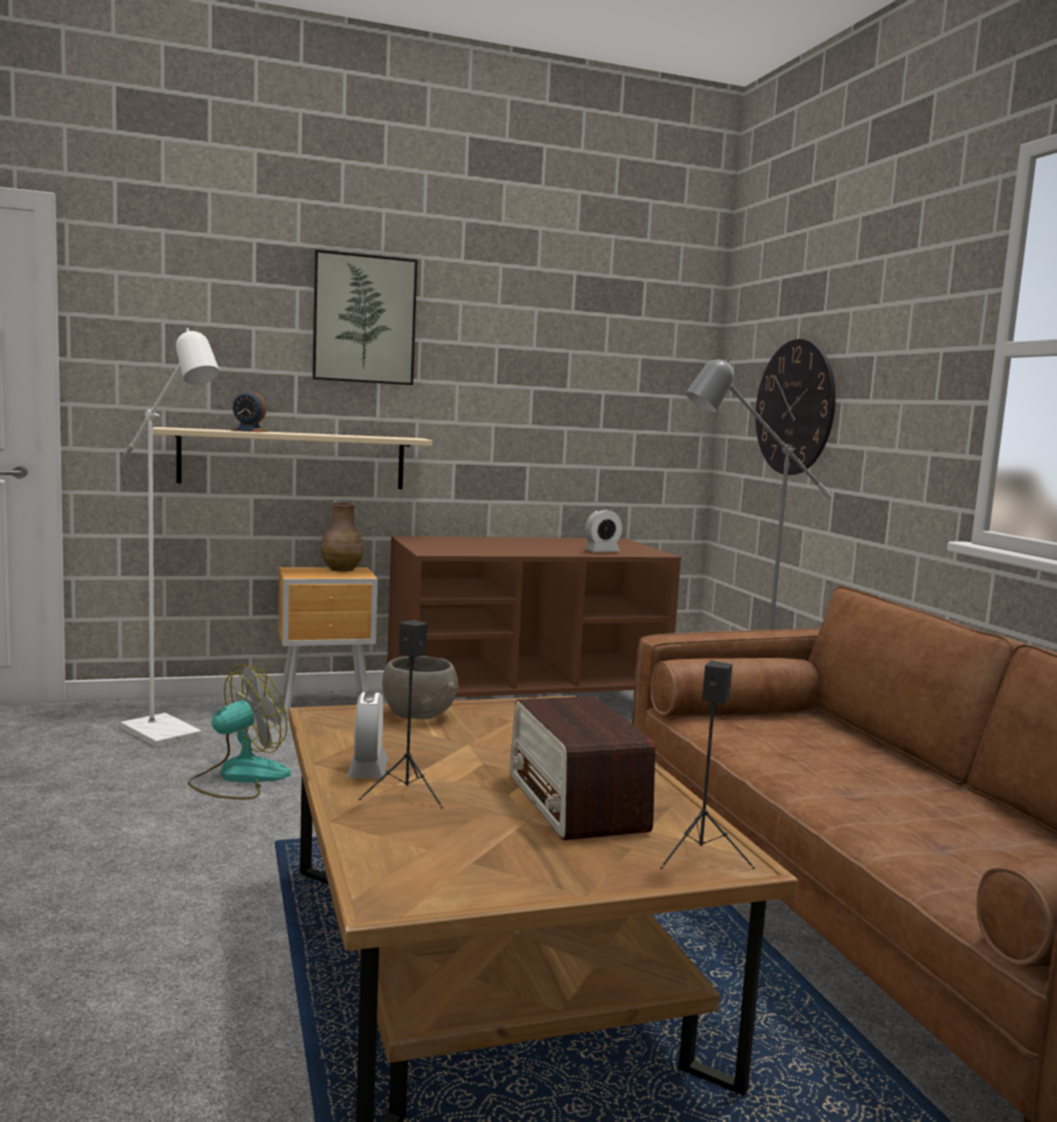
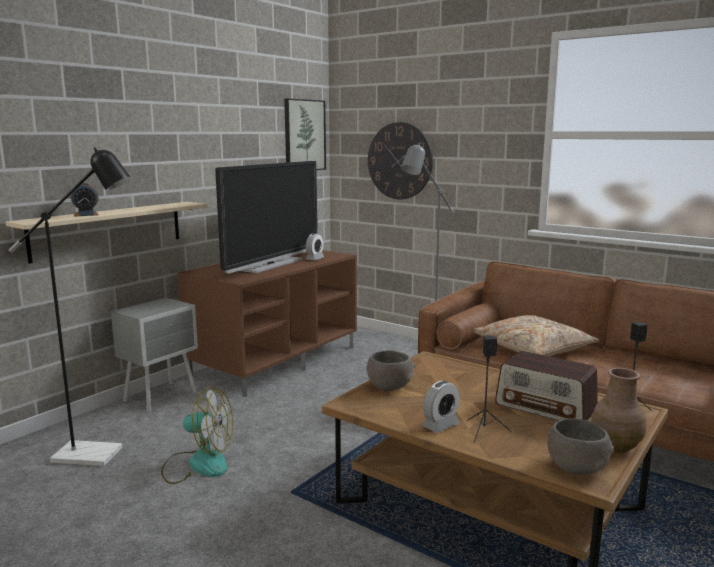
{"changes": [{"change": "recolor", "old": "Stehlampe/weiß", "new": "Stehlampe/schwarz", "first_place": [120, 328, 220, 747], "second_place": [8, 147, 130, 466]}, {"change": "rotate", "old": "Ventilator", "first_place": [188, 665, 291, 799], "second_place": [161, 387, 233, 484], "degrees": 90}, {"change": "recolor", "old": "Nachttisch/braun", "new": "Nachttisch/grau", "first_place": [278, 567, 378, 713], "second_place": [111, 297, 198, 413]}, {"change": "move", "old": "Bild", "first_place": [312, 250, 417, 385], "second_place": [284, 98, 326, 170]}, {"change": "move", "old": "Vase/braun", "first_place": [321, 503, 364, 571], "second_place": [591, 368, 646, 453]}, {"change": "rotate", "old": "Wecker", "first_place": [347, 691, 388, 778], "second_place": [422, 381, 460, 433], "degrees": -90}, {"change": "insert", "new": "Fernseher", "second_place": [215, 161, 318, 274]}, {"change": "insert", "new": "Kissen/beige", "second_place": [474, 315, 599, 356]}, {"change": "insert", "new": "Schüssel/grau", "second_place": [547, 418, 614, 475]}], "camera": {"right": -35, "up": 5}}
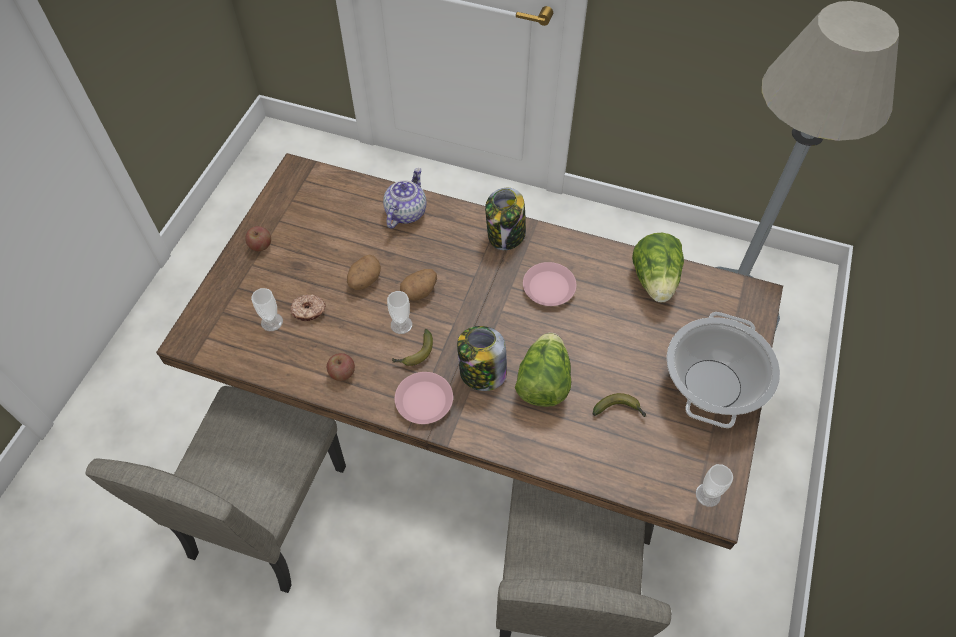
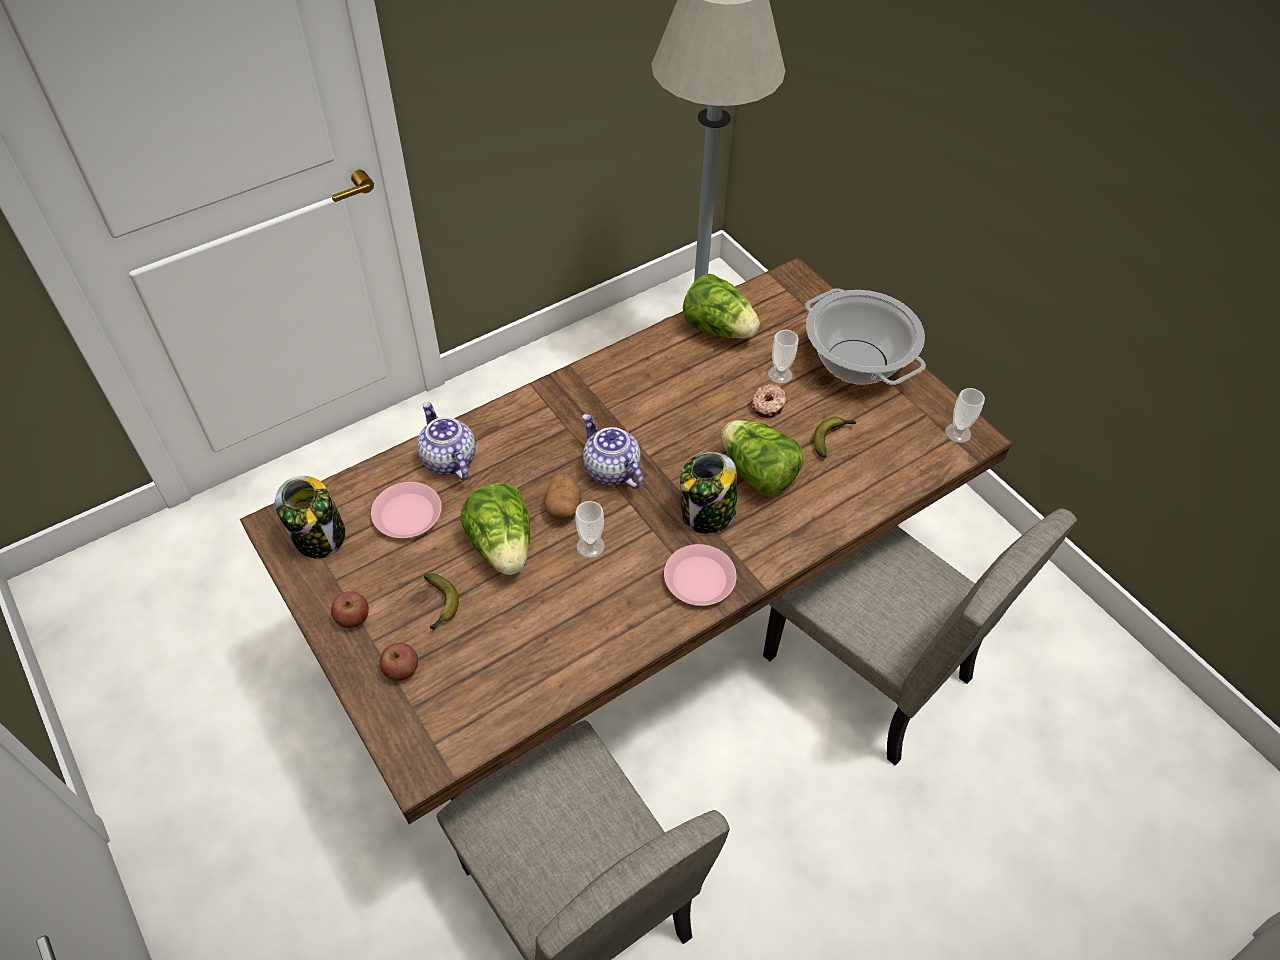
{"changes": [{"change": "move", "old": "Tasse", "first_place": [251, 288, 283, 331], "second_place": [768, 330, 799, 384]}, {"change": "move", "old": "Donut", "first_place": [290, 294, 326, 322], "second_place": [751, 384, 787, 418]}, {"change": "move", "old": "Apfel", "first_place": [327, 353, 355, 381], "second_place": [380, 643, 418, 681]}, {"change": "replace", "old": "Kartoffel", "new": "Salatkopf", "first_place": [347, 255, 381, 290], "second_place": [461, 483, 530, 575]}, {"change": "move", "old": "Banane", "first_place": [392, 329, 433, 366], "second_place": [424, 574, 459, 630]}, {"change": "move", "old": "Vorratsglas", "first_place": [485, 188, 526, 250], "second_place": [275, 476, 345, 558]}, {"change": "move", "old": "Teller/rosa", "first_place": [523, 262, 576, 306], "second_place": [371, 482, 442, 538]}, {"change": "insert", "new": "Teekanne", "second_place": [582, 414, 643, 489]}], "camera": {"right": -55, "up": -5}}
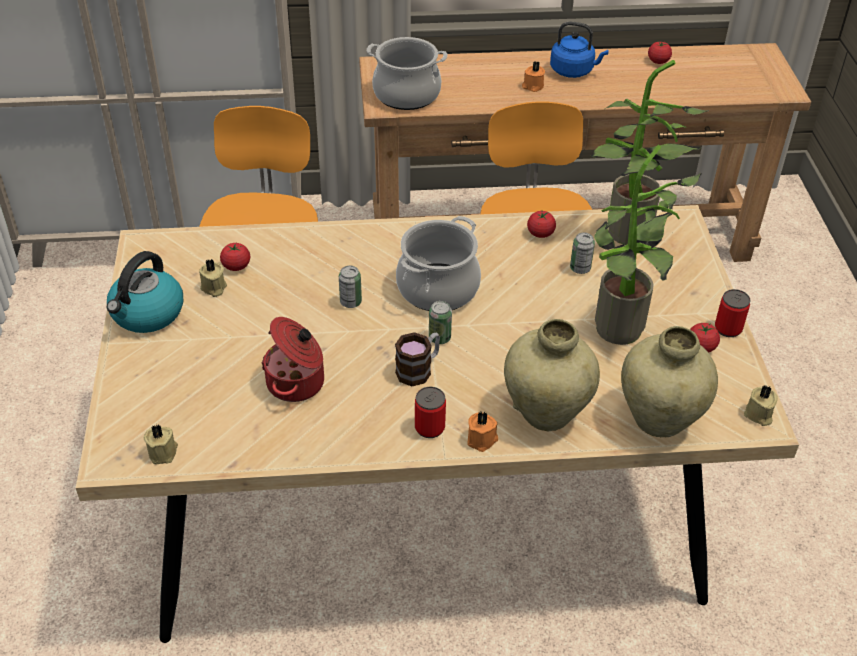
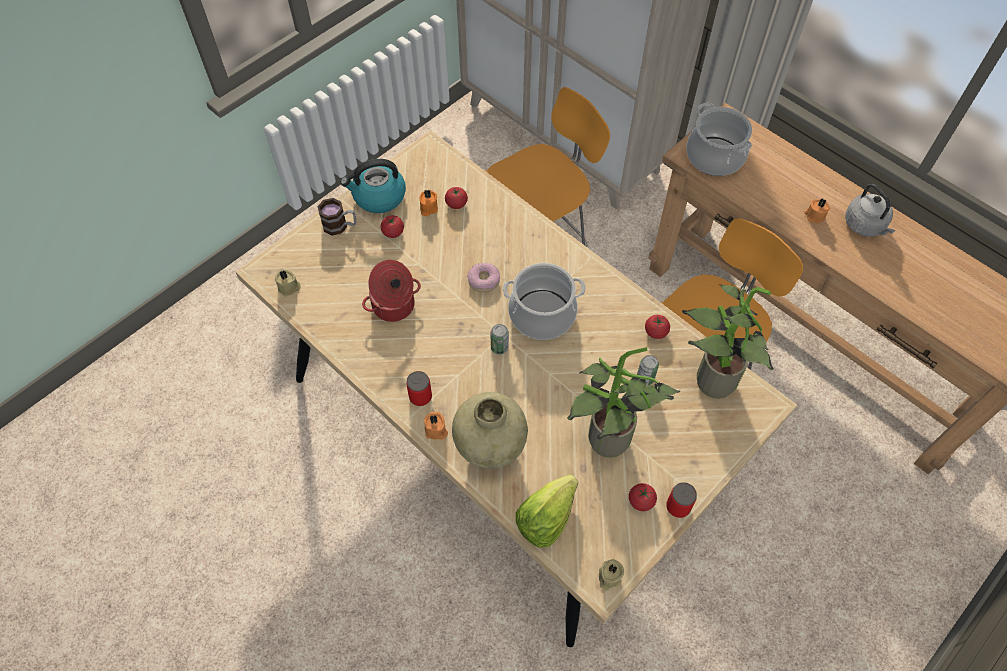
{"changes": [{"change": "recolor", "old": "Kerze/beige", "new": "Kerze/orange", "first_place": [199, 259, 227, 297], "second_place": [419, 190, 438, 216]}, {"change": "replace", "old": "Dose", "new": "Donut", "first_place": [339, 265, 362, 308], "second_place": [467, 263, 500, 292]}, {"change": "move", "old": "Henkelbecher", "first_place": [395, 332, 440, 386], "second_place": [317, 198, 356, 236]}, {"change": "recolor", "old": "Wasserkessel/blau", "new": "Wasserkessel/grau", "first_place": [550, 22, 609, 78], "second_place": [845, 184, 895, 237]}, {"change": "replace", "old": "Vase/beige", "new": "Salatkopf", "first_place": [621, 326, 718, 437], "second_place": [516, 474, 578, 548]}, {"change": "move", "old": "Tomate", "first_place": [648, 41, 672, 64], "second_place": [381, 215, 404, 238]}], "camera": {"right": 50, "up": 15}}
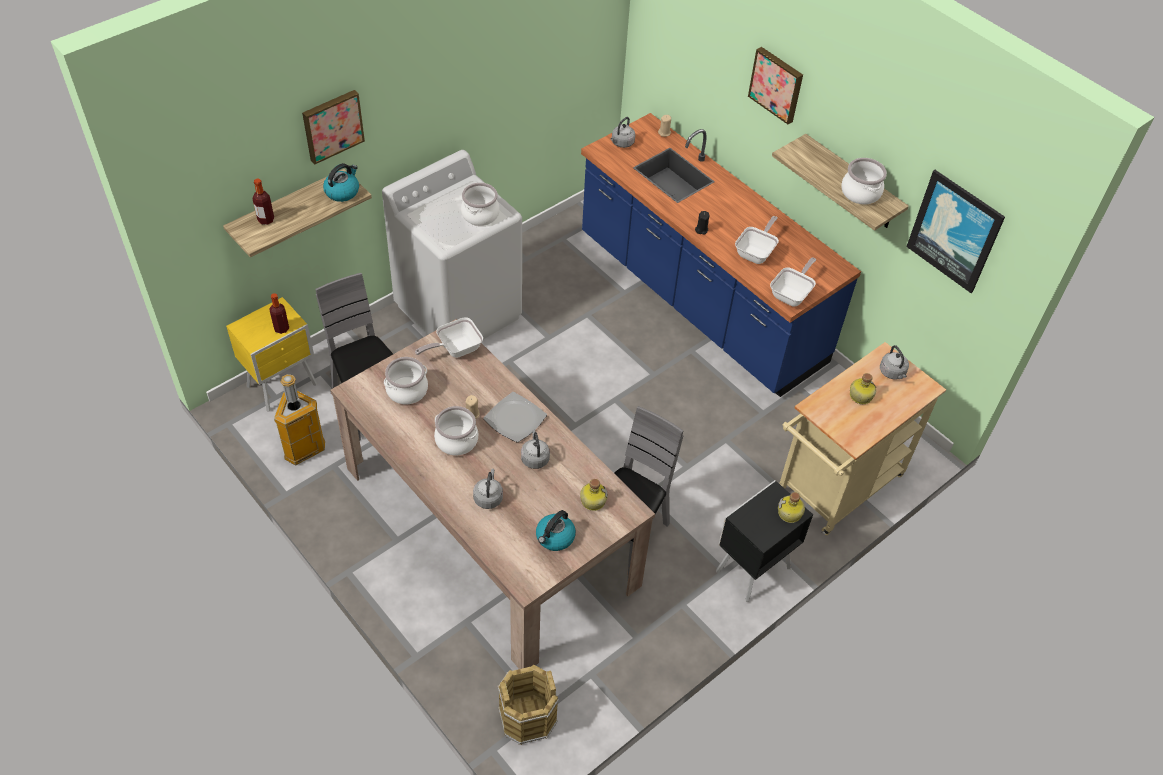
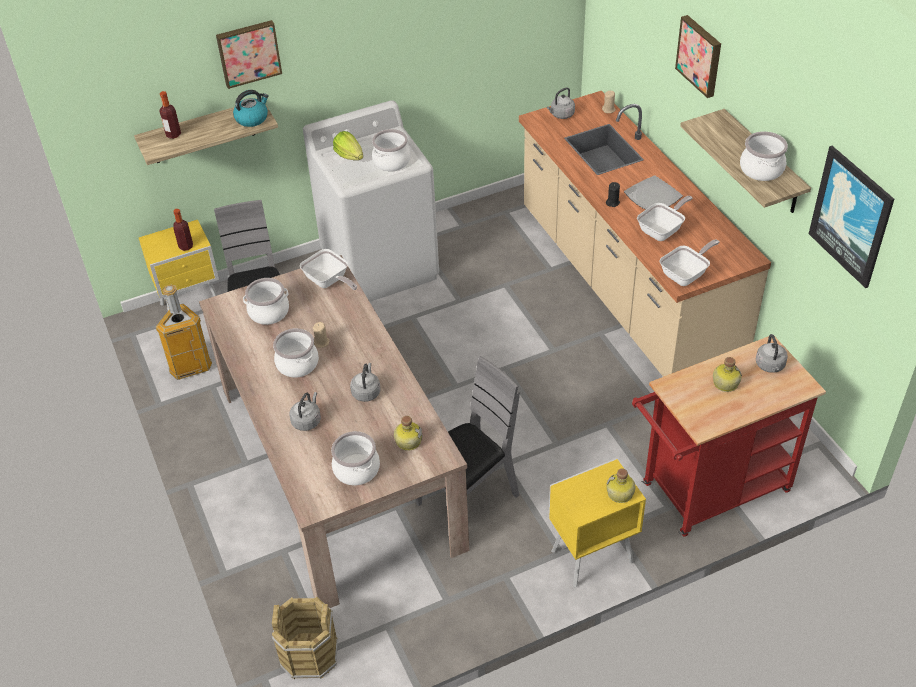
{"changes": [{"change": "rotate", "old": "Pfanne", "first_place": [415, 317, 483, 358], "second_place": [300, 249, 357, 290], "degrees": -120}, {"change": "move", "old": "Teller", "first_place": [484, 392, 547, 442], "second_place": [624, 176, 683, 210]}, {"change": "replace", "old": "Wasserkessel", "new": "Kochtopf", "first_place": [536, 510, 576, 551], "second_place": [331, 431, 380, 485]}, {"change": "recolor", "old": "Küchenzeile/blau", "new": "Küchenzeile/beige", "first_place": [581, 113, 861, 397], "second_place": [519, 91, 771, 377]}, {"change": "recolor", "old": "Nachttisch/schwarz", "new": "Nachttisch/gelb", "first_place": [716, 480, 813, 602], "second_place": [549, 458, 646, 588]}, {"change": "recolor", "old": "Rollwagen/beige", "new": "Rollwagen/rot", "first_place": [779, 342, 946, 535], "second_place": [632, 336, 826, 537]}, {"change": "insert", "new": "Salatkopf", "second_place": [333, 131, 363, 160]}], "camera": {"right": 20, "up": -5}}
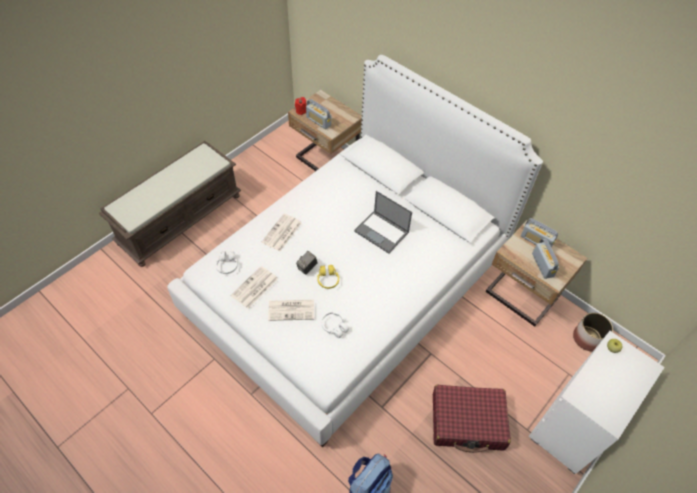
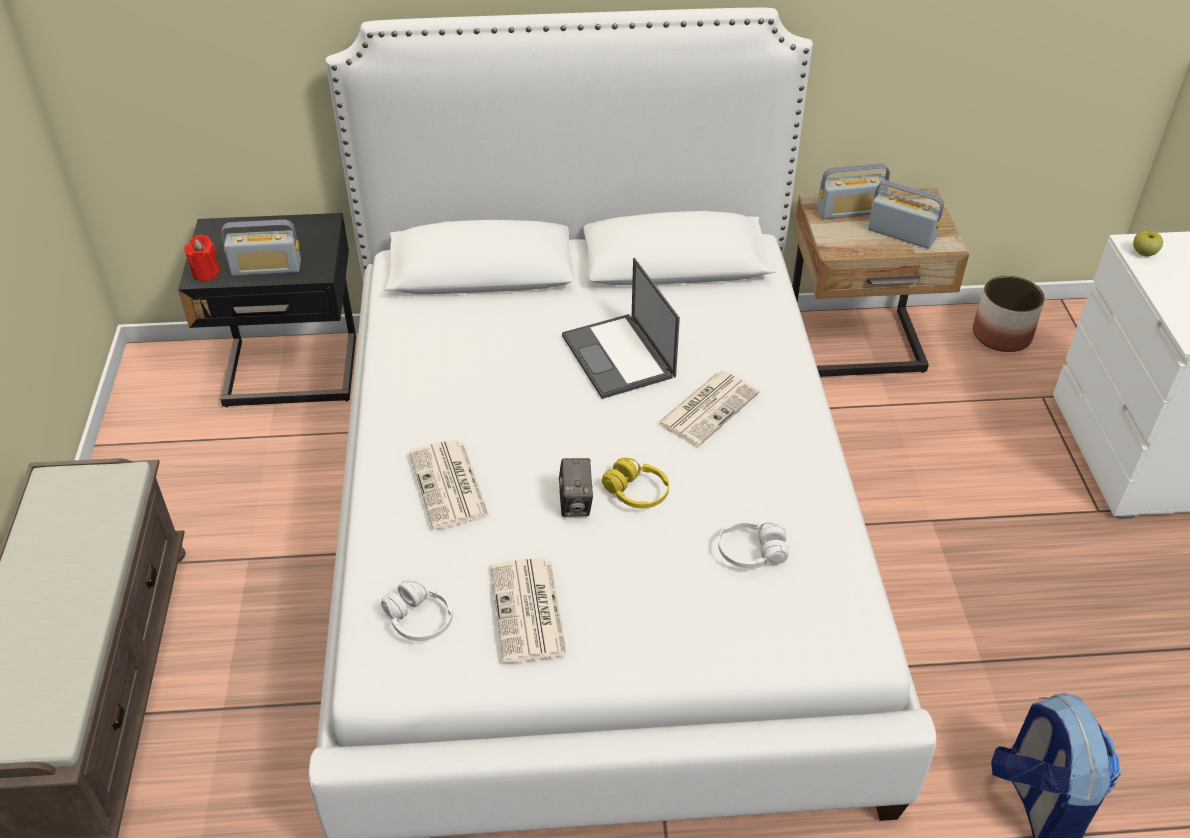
{"changes": [{"change": "move", "old": "Zeitung", "first_place": [268, 300, 314, 321], "second_place": [656, 371, 760, 447]}, {"change": "recolor", "old": "Nachttisch/beige", "new": "Nachttisch/schwarz", "first_place": [288, 90, 362, 171], "second_place": [178, 213, 356, 407]}, {"change": "rotate", "old": "Laptop", "first_place": [354, 191, 412, 254], "second_place": [562, 258, 680, 399], "degrees": 75}, {"change": "delete", "old": "Koffer/rot", "first_place": [433, 385, 511, 453]}], "camera": {"right": -45, "up": -10}}
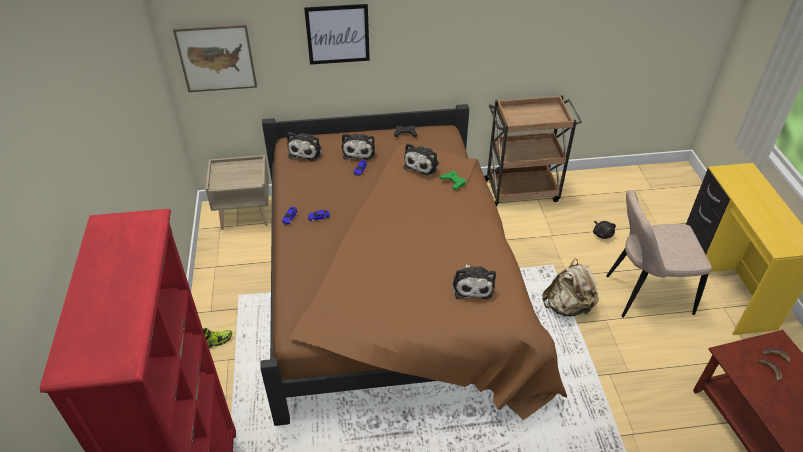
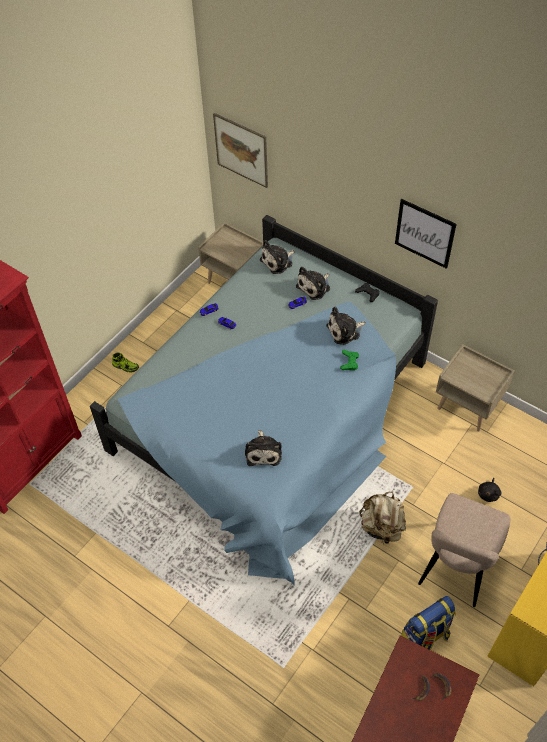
{"changes": [{"change": "recolor", "old": "Bett/braun", "new": "Bett/blau", "first_place": [260, 104, 567, 426], "second_place": [90, 215, 438, 585]}, {"change": "move", "old": "Bild", "first_place": [304, 4, 370, 65], "second_place": [395, 199, 457, 269]}, {"change": "rotate", "old": "Plüschtier", "first_place": [453, 264, 496, 300], "second_place": [245, 430, 282, 466], "degrees": -45}, {"change": "replace", "old": "Rollwagen/braun", "new": "Nachttisch/beige", "first_place": [484, 96, 582, 206], "second_place": [436, 344, 514, 432]}, {"change": "rotate", "old": "Stuhl/beige", "first_place": [606, 190, 712, 318], "second_place": [418, 493, 510, 607], "degrees": -105}, {"change": "insert", "new": "Rucksack", "second_place": [401, 596, 456, 650]}], "camera": {"right": 45, "up": 10}}
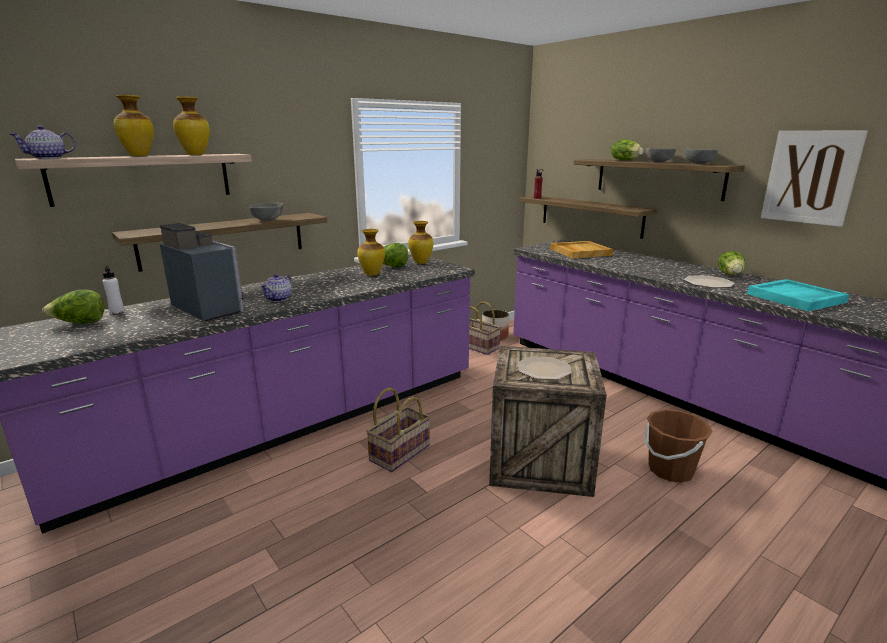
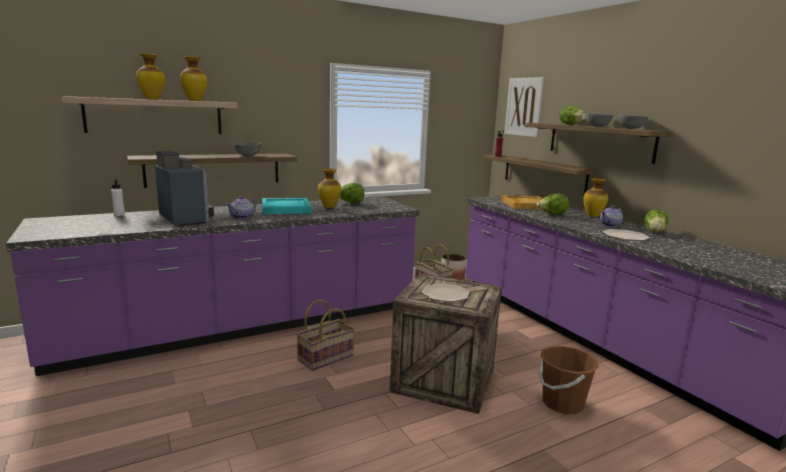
{"changes": [{"change": "move", "old": "Teekanne", "first_place": [10, 126, 76, 159], "second_place": [600, 206, 623, 227]}, {"change": "move", "old": "Salatkopf", "first_place": [42, 290, 104, 324], "second_place": [536, 193, 569, 215]}, {"change": "move", "old": "Vase", "first_place": [408, 221, 433, 264], "second_place": [583, 178, 608, 217]}, {"change": "move", "old": "Tablett/türkis", "first_place": [747, 279, 849, 311], "second_place": [262, 198, 311, 214]}, {"change": "move", "old": "Bild", "first_place": [761, 130, 868, 227], "second_place": [504, 77, 544, 137]}], "camera": {"right": 10, "up": -5}}
